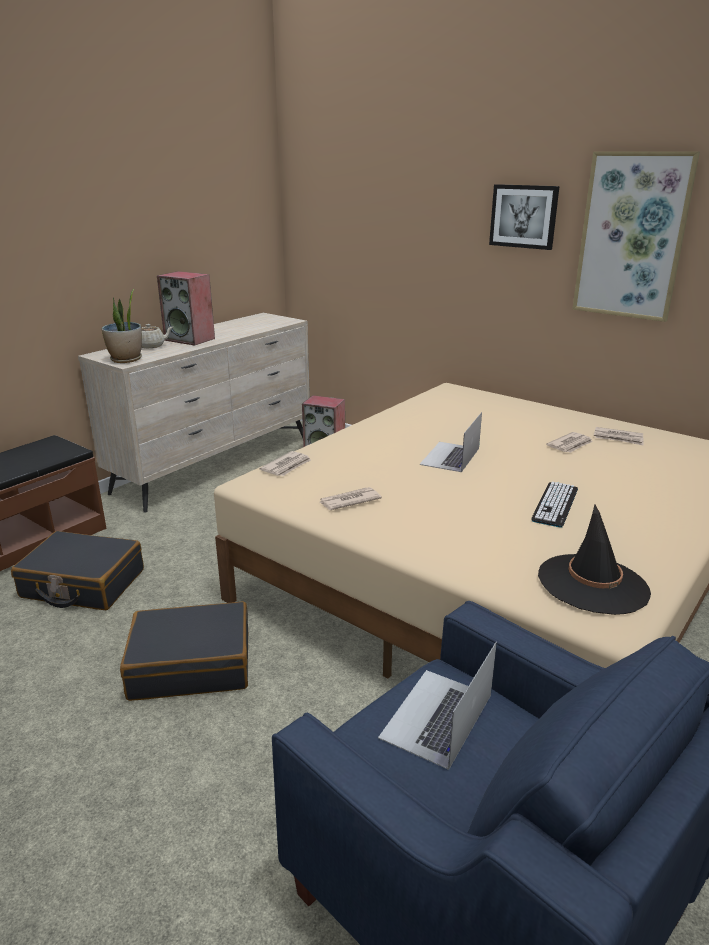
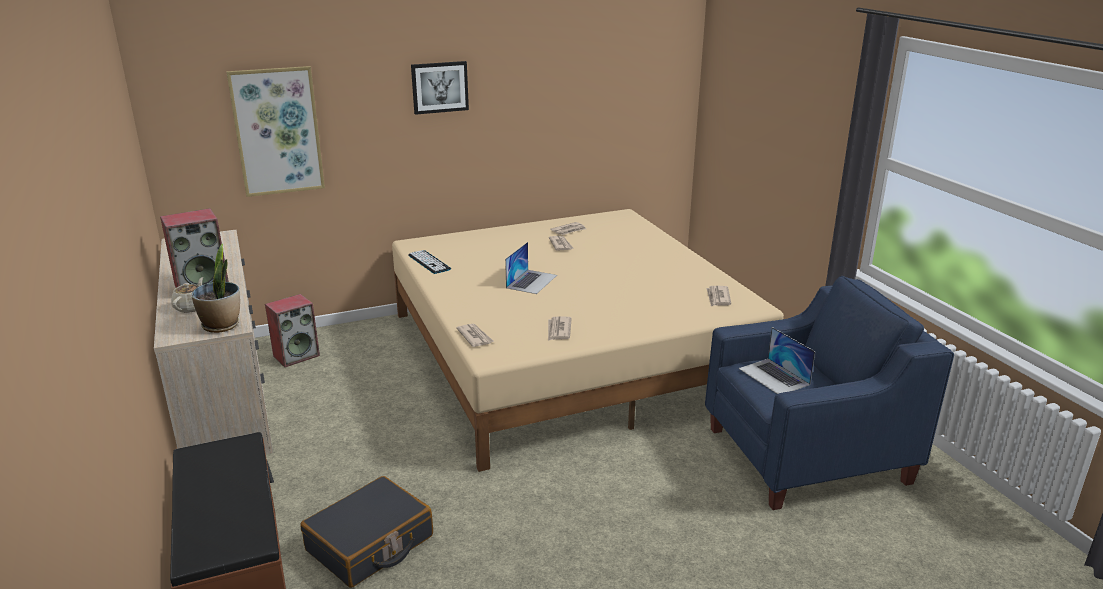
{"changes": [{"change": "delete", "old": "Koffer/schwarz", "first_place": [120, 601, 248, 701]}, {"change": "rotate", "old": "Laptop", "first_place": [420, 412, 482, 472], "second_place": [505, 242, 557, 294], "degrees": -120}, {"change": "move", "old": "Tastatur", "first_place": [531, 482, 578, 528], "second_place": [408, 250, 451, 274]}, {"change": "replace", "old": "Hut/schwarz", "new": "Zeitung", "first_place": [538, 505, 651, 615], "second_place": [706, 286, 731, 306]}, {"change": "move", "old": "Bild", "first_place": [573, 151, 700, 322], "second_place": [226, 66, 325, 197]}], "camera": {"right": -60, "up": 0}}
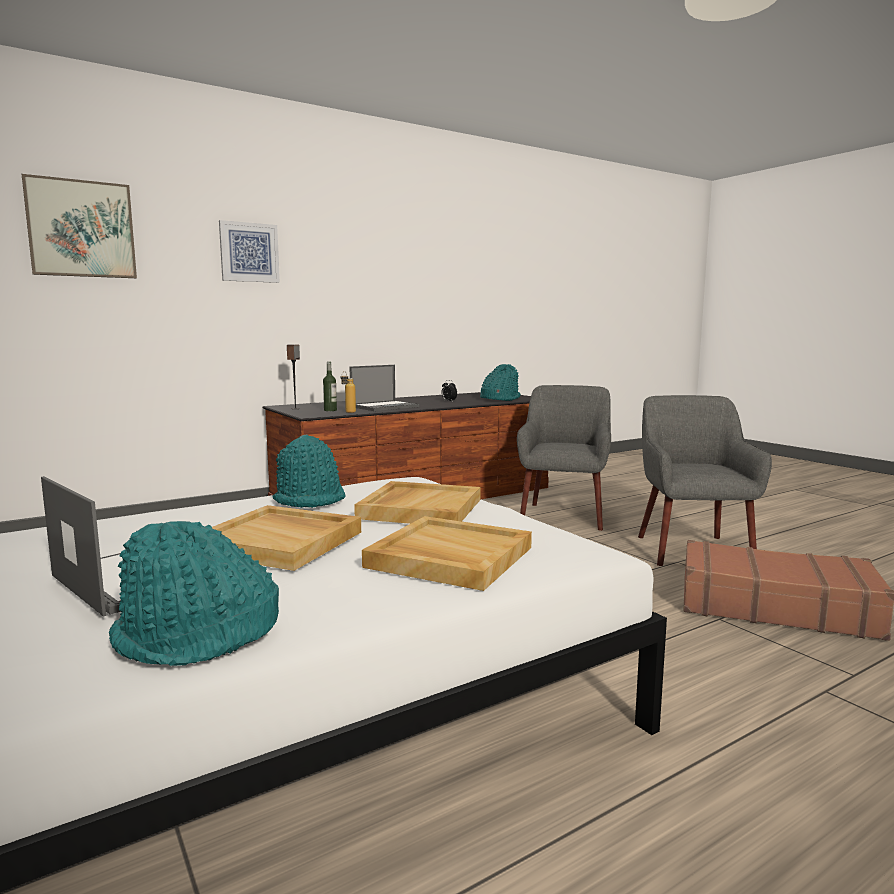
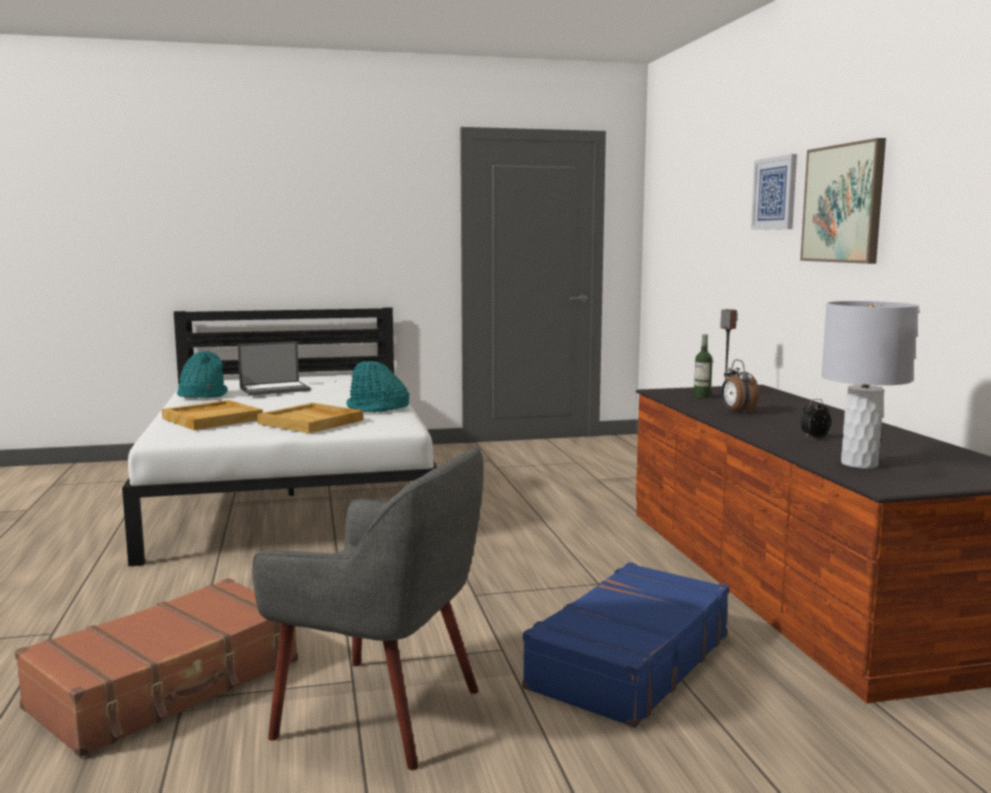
{"changes": [{"change": "move", "old": "Bild", "first_place": [22, 174, 137, 278], "second_place": [800, 138, 886, 264]}, {"change": "delete", "old": "Tablett/beige", "first_place": [212, 505, 361, 571]}, {"change": "delete", "old": "Flasche", "first_place": [340, 371, 356, 413]}, {"change": "replace", "old": "Laptop", "new": "Wecker", "first_place": [350, 365, 419, 411], "second_place": [721, 360, 759, 414]}, {"change": "replace", "old": "Hut/türkis", "new": "Tischlampe/grau", "first_place": [480, 364, 521, 401], "second_place": [821, 301, 919, 469]}, {"change": "replace", "old": "Sessel/grau", "new": "Koffer/blau", "first_place": [517, 385, 611, 531], "second_place": [522, 562, 729, 728]}], "camera": {"right": 110, "up": 0}}
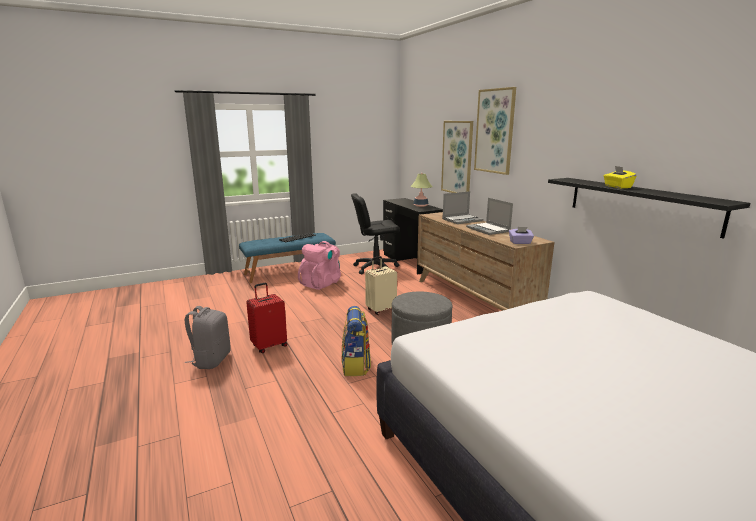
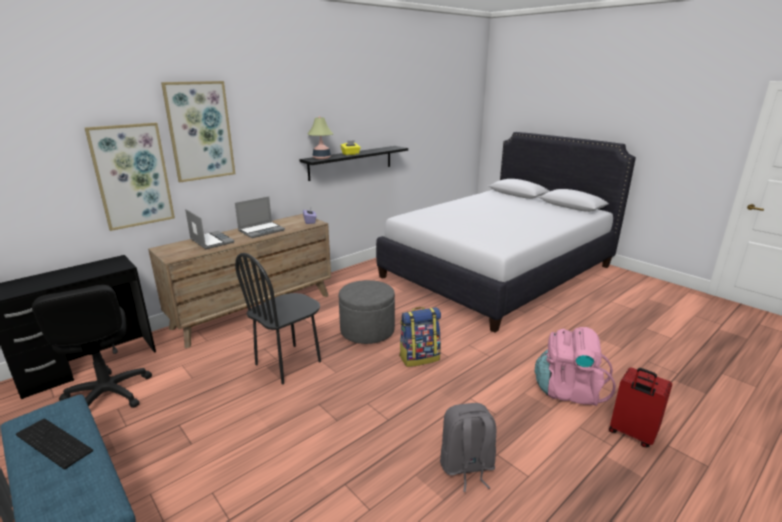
{"changes": [{"change": "move", "old": "Koffer/rot", "first_place": [246, 283, 287, 353], "second_place": [609, 367, 672, 447]}, {"change": "move", "old": "Rucksack/rosa", "first_place": [298, 241, 341, 290], "second_place": [535, 327, 616, 406]}, {"change": "replace", "old": "Koffer/beige", "new": "Stuhl/schwarz", "first_place": [365, 256, 397, 315], "second_place": [235, 253, 321, 384]}, {"change": "move", "old": "Tischlampe", "first_place": [410, 173, 433, 207], "second_place": [308, 116, 333, 159]}], "camera": {"right": -105, "up": 5}}
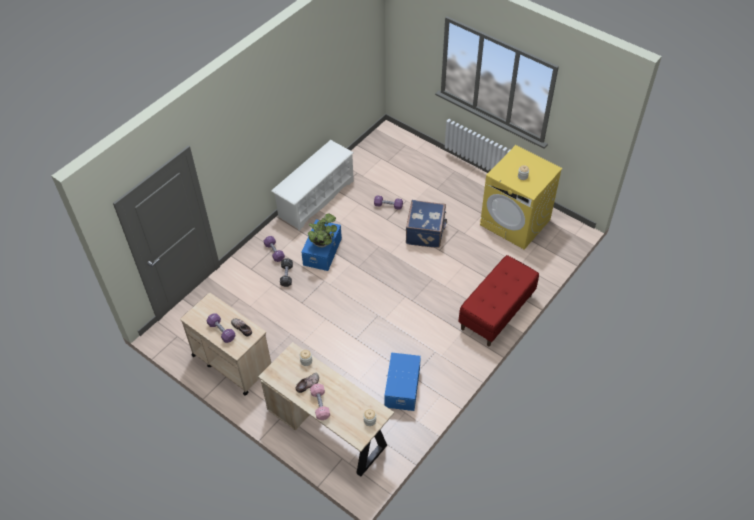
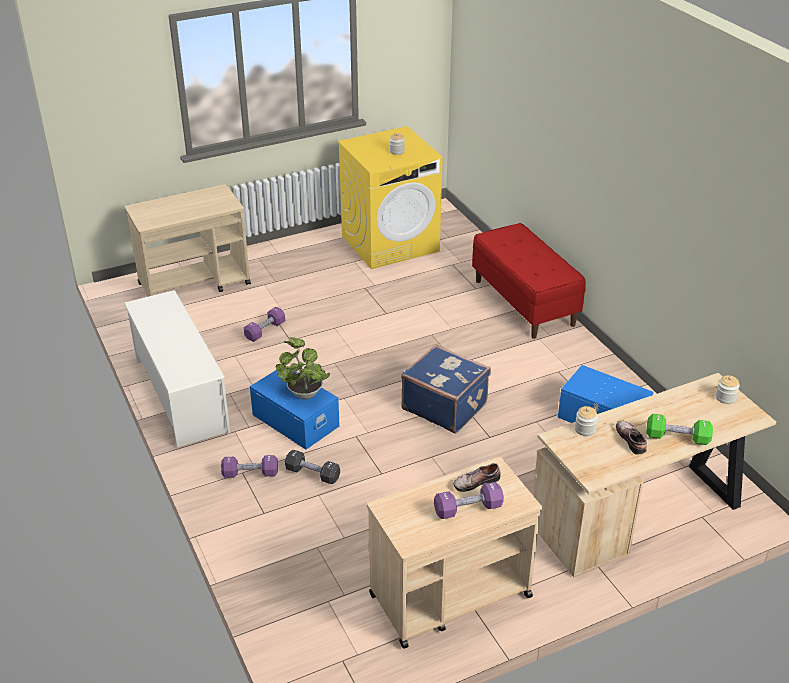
{"changes": [{"change": "recolor", "old": "Hantel/rosa", "new": "Hantel/grün", "first_place": [310, 384, 330, 420], "second_place": [646, 414, 713, 445]}, {"change": "move", "old": "Koffer/blau", "first_place": [406, 200, 447, 248], "second_place": [401, 345, 491, 433]}, {"change": "insert", "new": "Rollwagen/beige", "second_place": [125, 184, 251, 297]}], "camera": {"right": -65, "up": -15}}
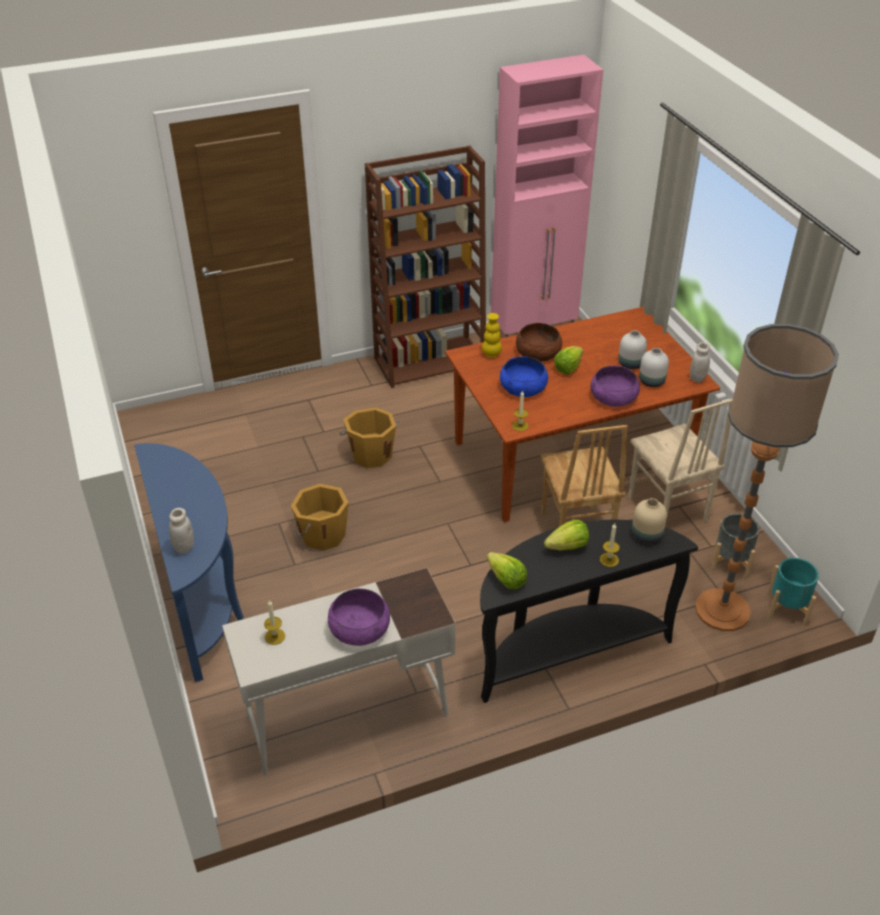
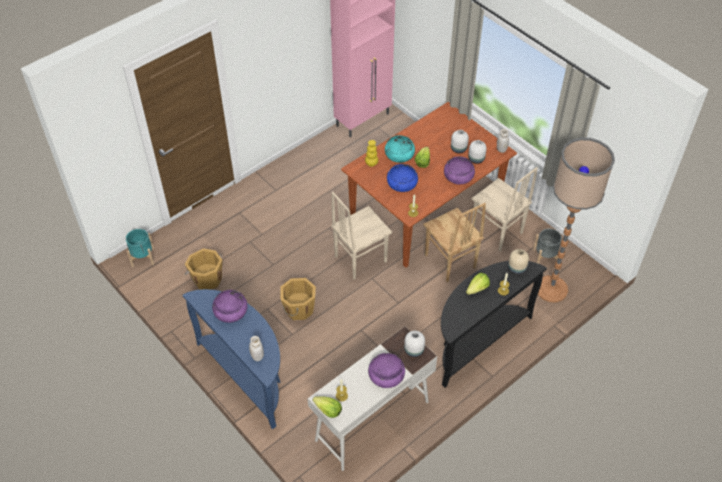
{"changes": [{"change": "move", "old": "Eimer/orange", "first_place": [340, 407, 399, 468], "second_place": [185, 248, 222, 290]}, {"change": "delete", "old": "Bücherregal/braun", "first_place": [365, 146, 486, 388]}, {"change": "move", "old": "Salatkopf", "first_place": [487, 552, 527, 589], "second_place": [313, 396, 342, 418]}, {"change": "recolor", "old": "Schüssel/braun", "new": "Schüssel/türkis", "first_place": [516, 323, 562, 361], "second_place": [385, 135, 415, 163]}, {"change": "move", "old": "Pflanzkübel/türkis", "first_place": [767, 558, 819, 626], "second_place": [126, 229, 154, 267]}, {"change": "insert", "new": "Schüssel/lila", "second_place": [212, 290, 248, 323]}, {"change": "insert", "new": "Stuhl/beige", "second_place": [331, 192, 392, 279]}, {"change": "insert", "new": "Vase/weiß", "second_place": [404, 331, 425, 357]}], "camera": {"right": -20, "up": 10}}
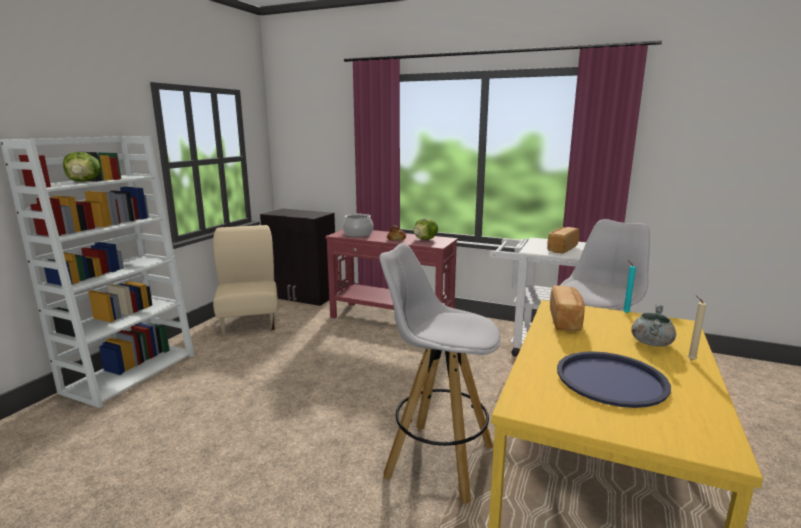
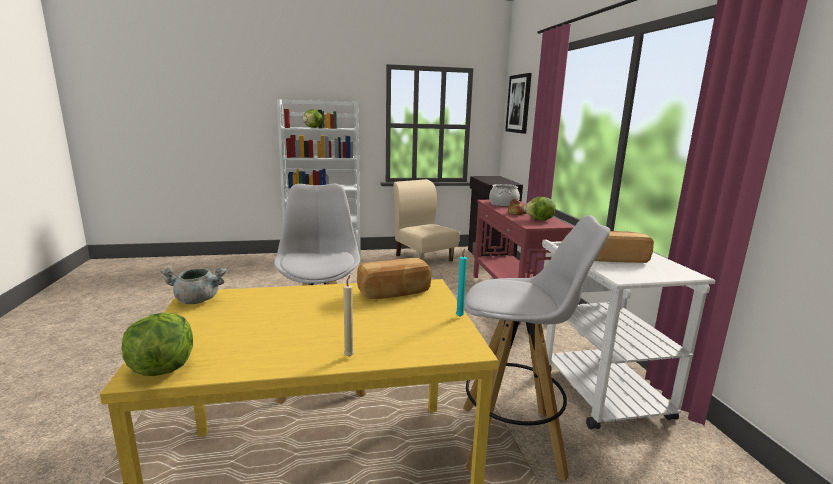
{"changes": [{"change": "rotate", "old": "Stuhl/beige", "first_place": [213, 225, 278, 336], "second_place": [394, 179, 460, 261], "degrees": -75}, {"change": "delete", "old": "Tablett/blau", "first_place": [557, 351, 671, 408]}, {"change": "move", "old": "Kochtopf/grau", "first_place": [632, 304, 676, 347], "second_place": [161, 268, 227, 304]}, {"change": "insert", "new": "Salatkopf", "second_place": [121, 312, 193, 376]}, {"change": "insert", "new": "Bild", "second_place": [505, 73, 532, 134]}], "camera": {"right": 55, "up": 0}}
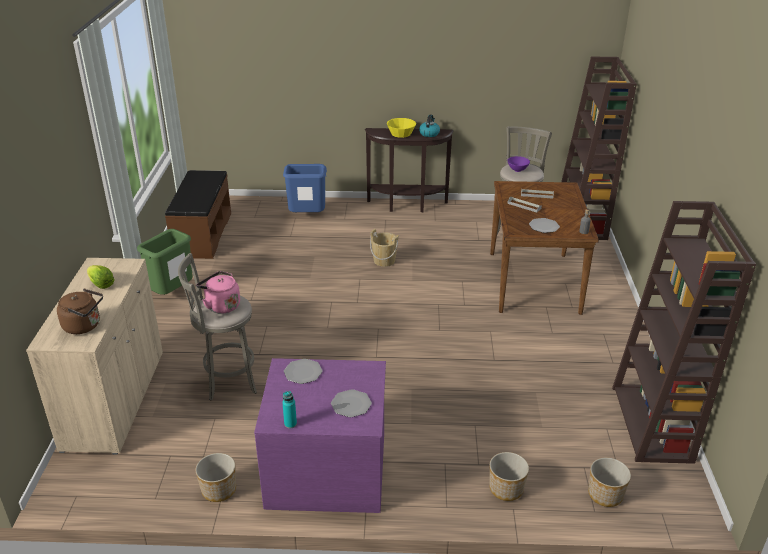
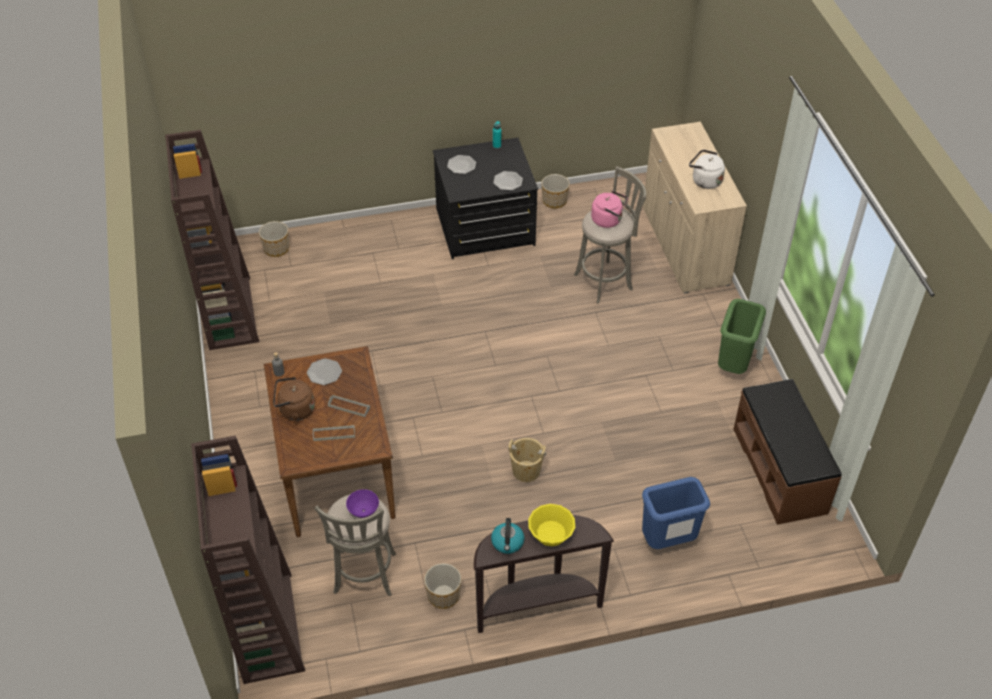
{"changes": [{"change": "move", "old": "Wasserkessel/braun", "first_place": [57, 289, 103, 334], "second_place": [273, 377, 315, 421]}, {"change": "replace", "old": "Salatkopf", "new": "Wasserkessel/weiß", "first_place": [87, 265, 115, 289], "second_place": [689, 150, 725, 189]}, {"change": "recolor", "old": "Kommode/lila", "new": "Kommode/schwarz", "first_place": [254, 358, 386, 513], "second_place": [433, 138, 538, 259]}, {"change": "move", "old": "Pflanzkübel", "first_place": [489, 452, 529, 501], "second_place": [424, 563, 461, 609]}], "camera": {"right": 165, "up": 15}}
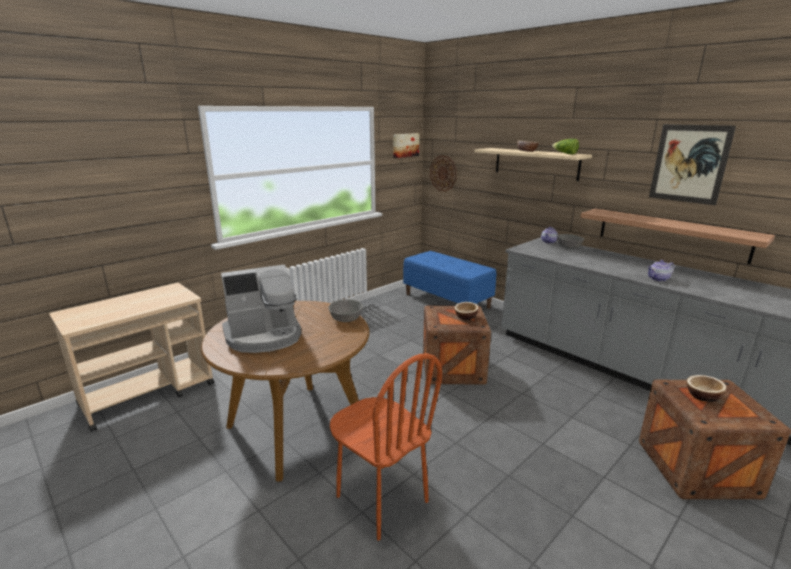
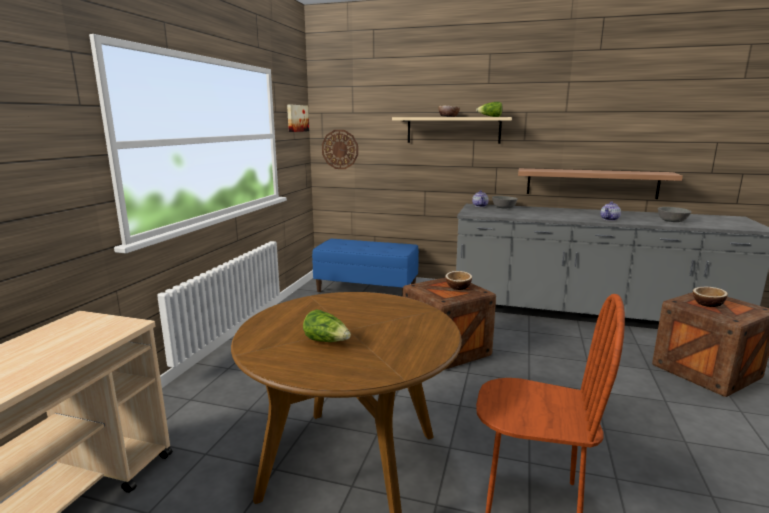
{"changes": [{"change": "replace", "old": "Kaffeemaschine", "new": "Salatkopf", "first_place": [221, 265, 302, 353], "second_place": [303, 309, 351, 342]}, {"change": "move", "old": "Schüssel/grau", "first_place": [328, 299, 363, 322], "second_place": [658, 207, 691, 222]}, {"change": "delete", "old": "Bild", "first_place": [649, 124, 736, 205]}], "camera": {"right": -30, "up": -5}}
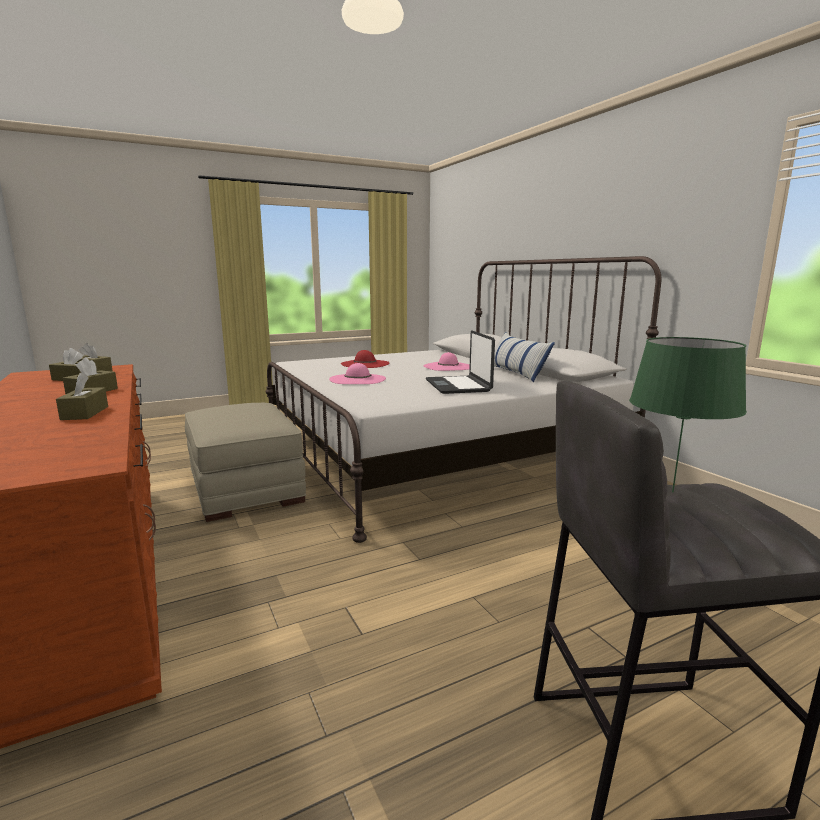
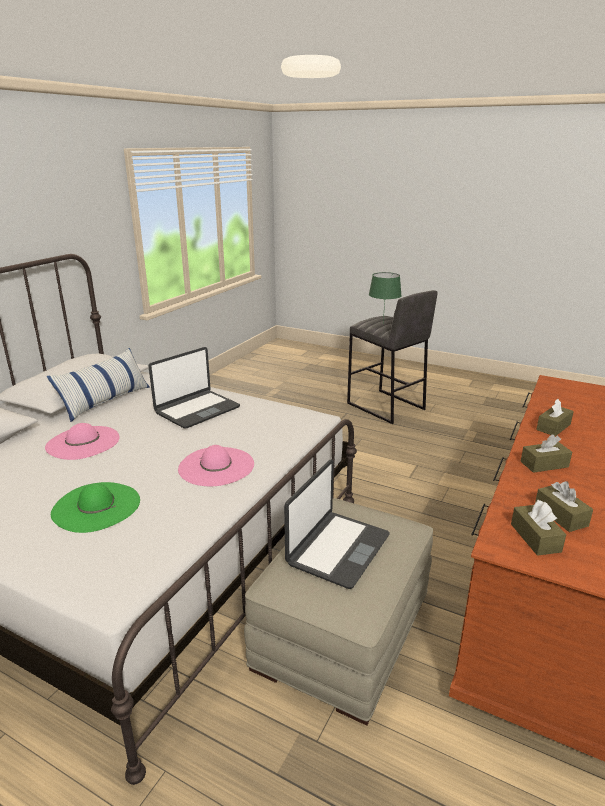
{"changes": [{"change": "recolor", "old": "Hut/rot", "new": "Hut/grün", "first_place": [341, 350, 389, 368], "second_place": [51, 482, 140, 533]}, {"change": "insert", "new": "Laptop", "second_place": [284, 459, 390, 589]}], "camera": {"right": -125, "up": 10}}
